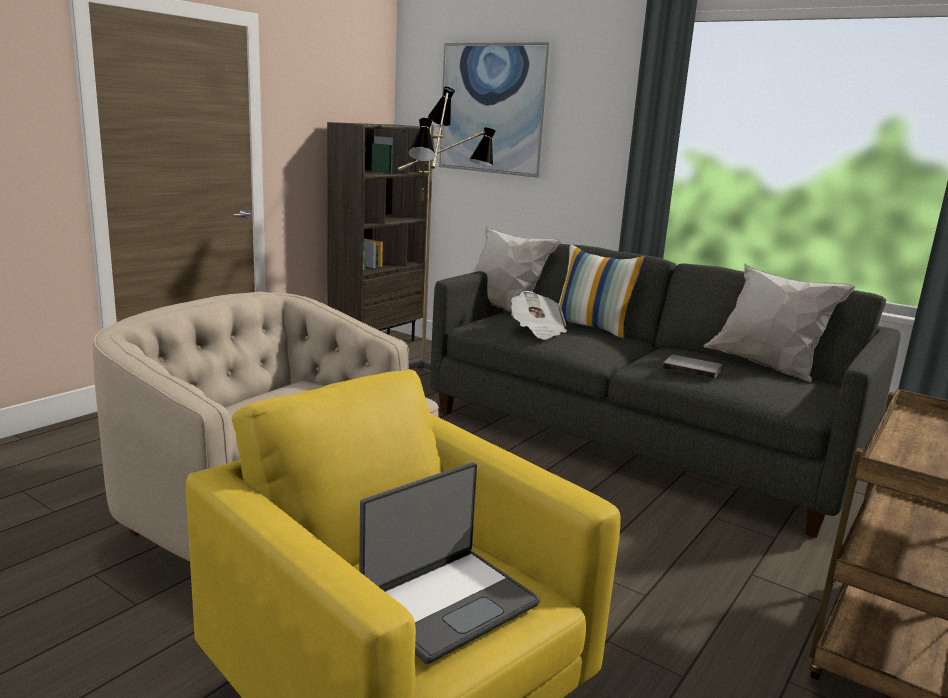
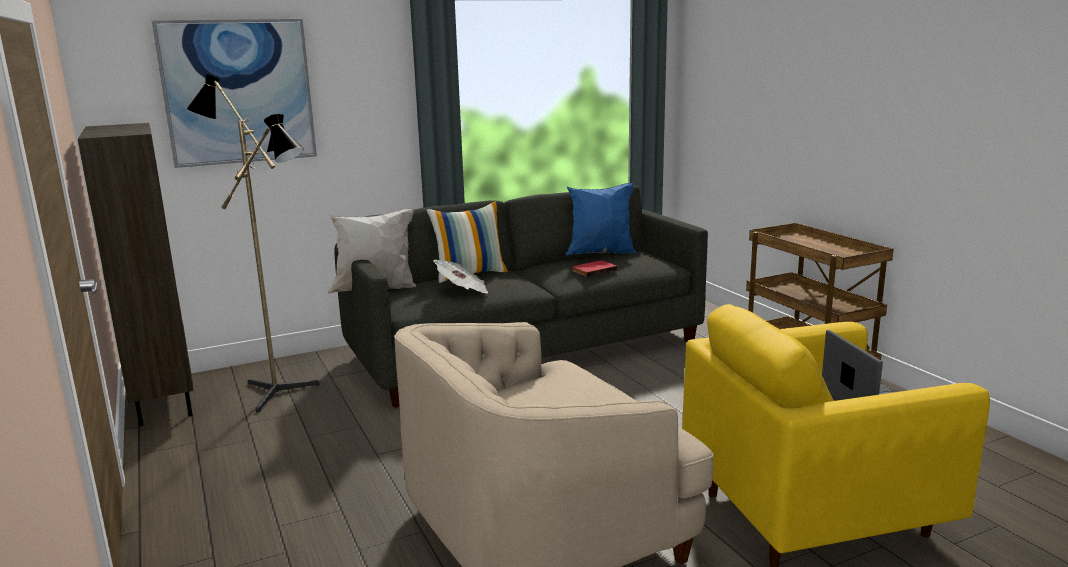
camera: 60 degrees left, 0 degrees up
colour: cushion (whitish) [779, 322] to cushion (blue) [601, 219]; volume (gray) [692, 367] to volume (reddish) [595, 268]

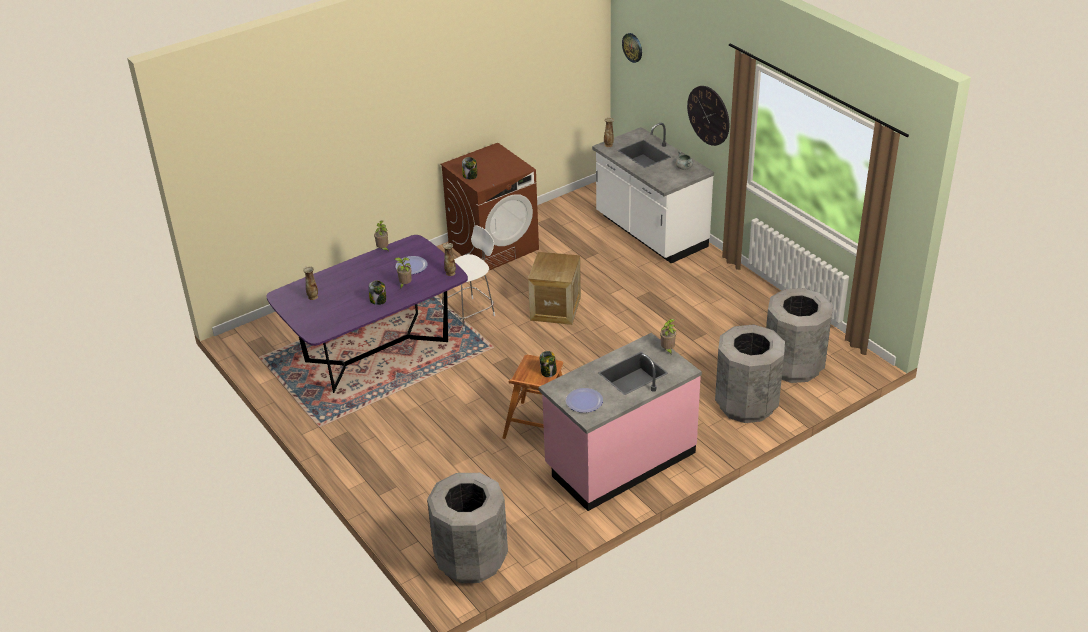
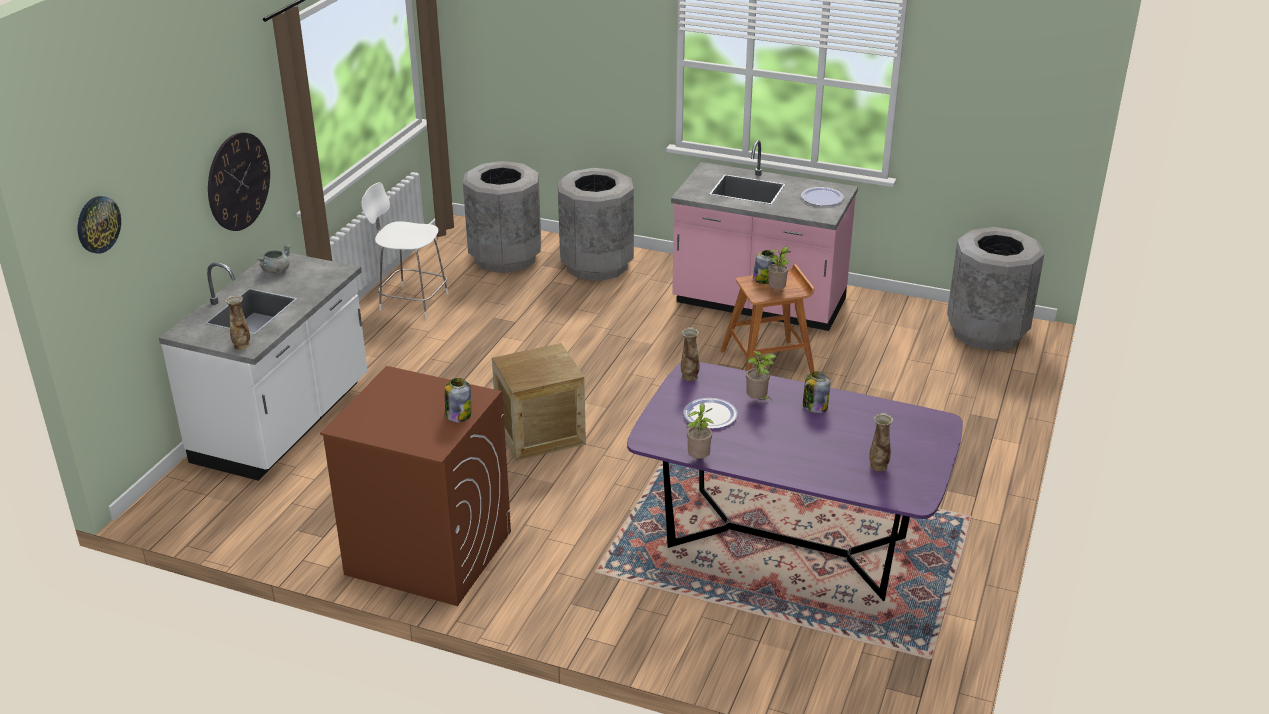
camera: 125 degrees left, 5 degrees down
relocated: plain chair (whitish) [468, 278] to [405, 250]; plant in a pot [668, 336] to [779, 268]

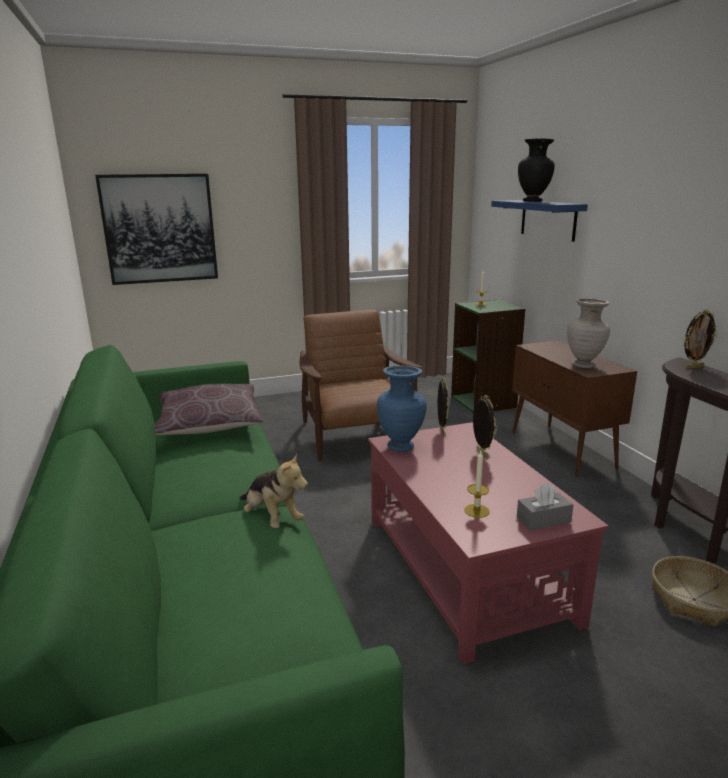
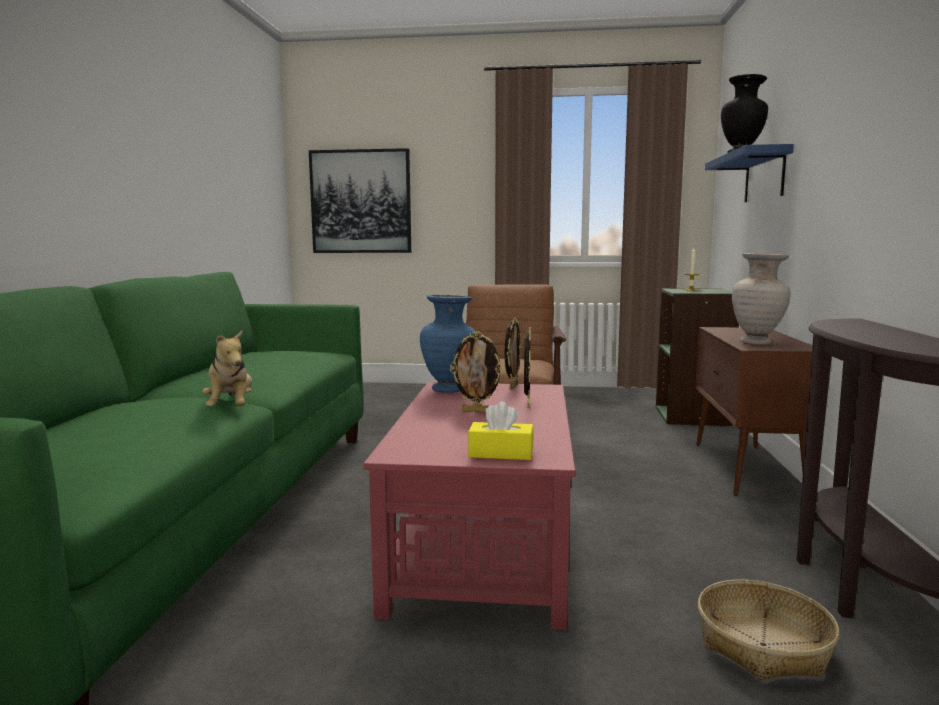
camera: 25 degrees right, 10 degrees down
missing: cushion (brown) [208, 409]; wax candle [477, 484]
relocated: photo frame [700, 339] to [476, 371]
colour: tissue box (gray) [545, 507] to tissue box (yellow-coloured) [501, 430]

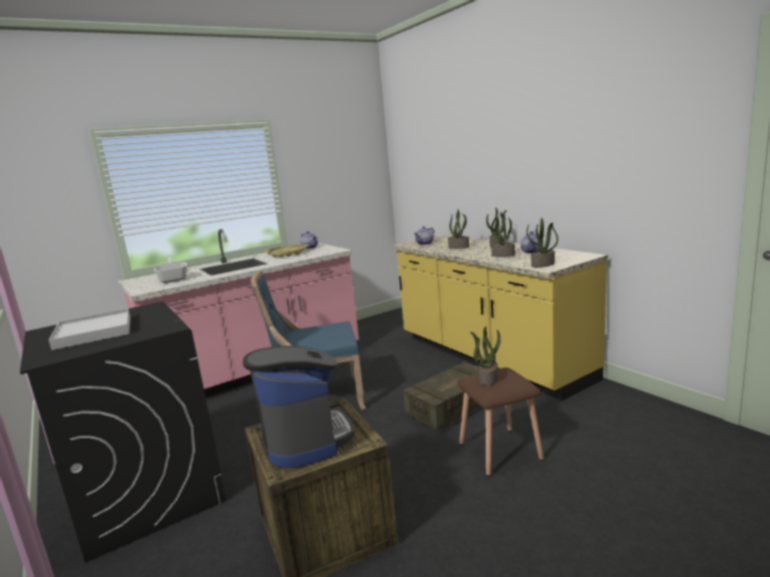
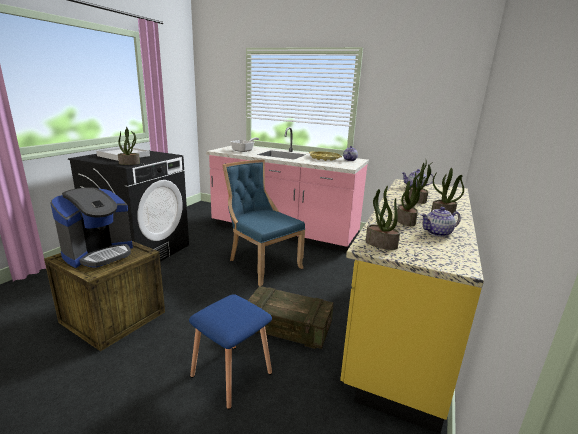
camera: 55 degrees right, 5 degrees up
relocated: plant in a pot [485, 356] to [129, 146]
colour: sitting stool (brown) [500, 422] to sitting stool (blue) [230, 351]

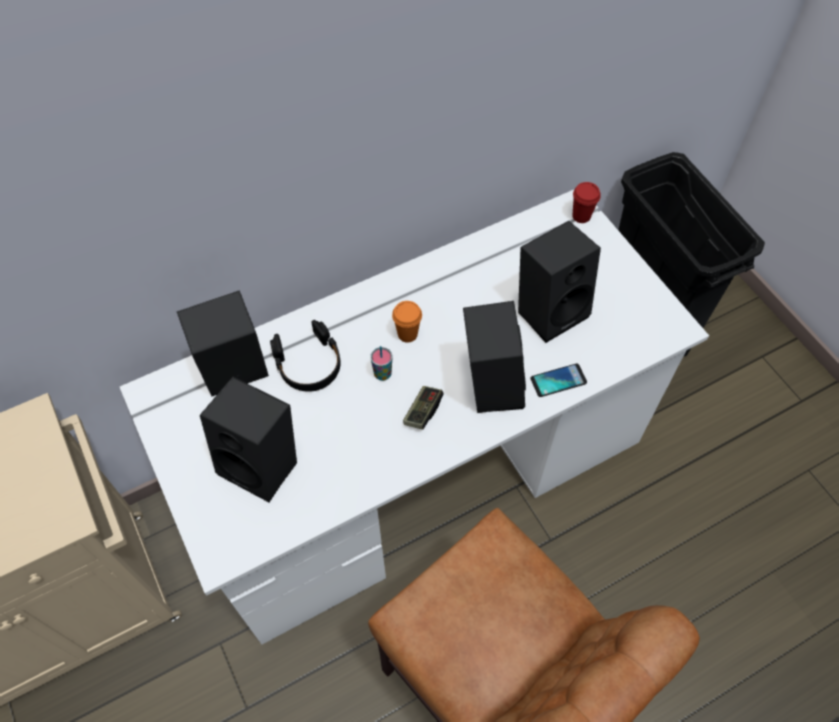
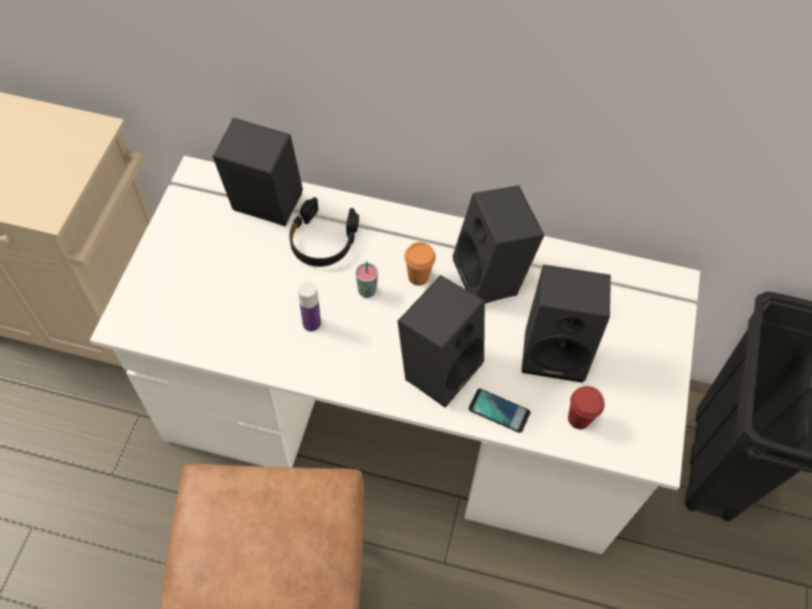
camera: 40 degrees right, 0 degrees up
missing: game controller [423, 408]
appeared: drink bottle [309, 306]
relocated: speaker (black) [248, 439] to [498, 244]; cup (reddish) [586, 202] to [586, 407]

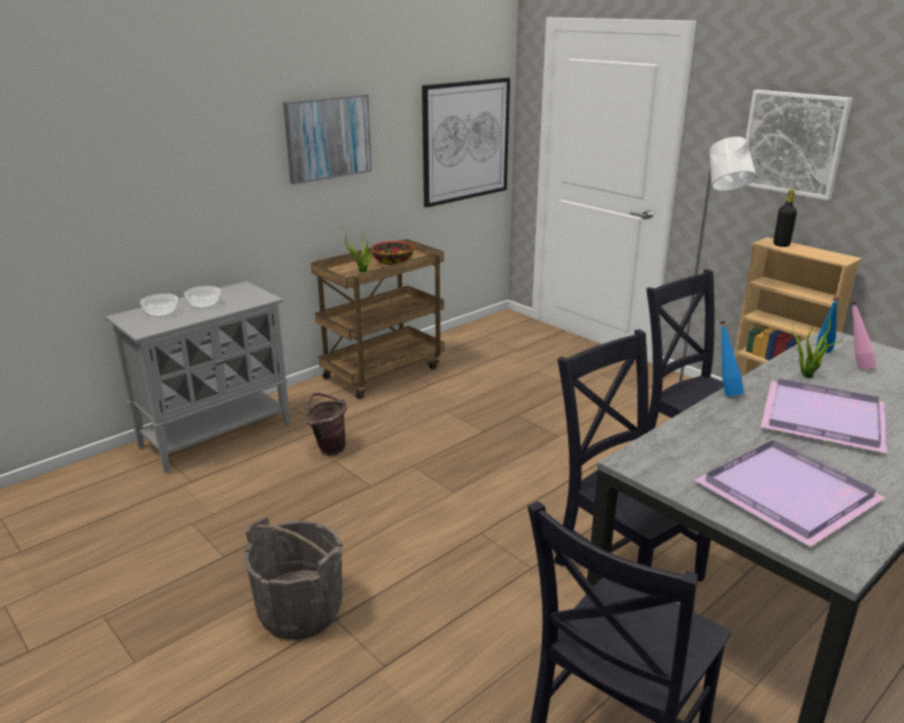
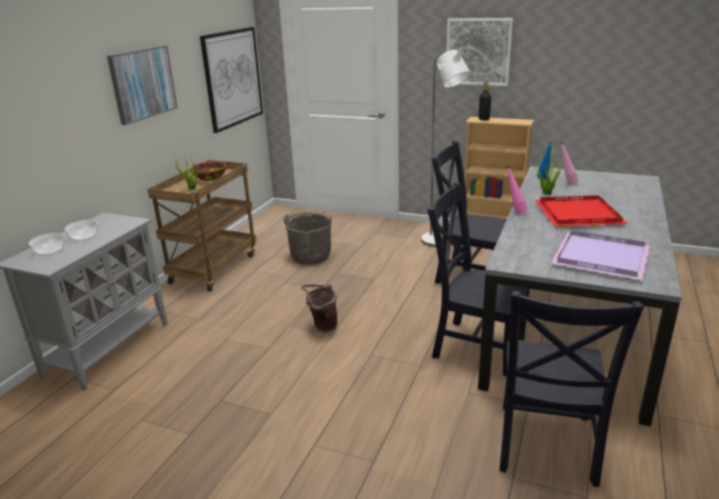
camera: 25 degrees left, 0 degrees up
relocated: pail (gray) [293, 578] to [307, 238]; pail (brown) [326, 424] to [319, 308]
colour: drink bottle (blue) [732, 358] to drink bottle (pink-coloured) [517, 189]; tray (purplish) [824, 416] to tray (reddish) [581, 211]

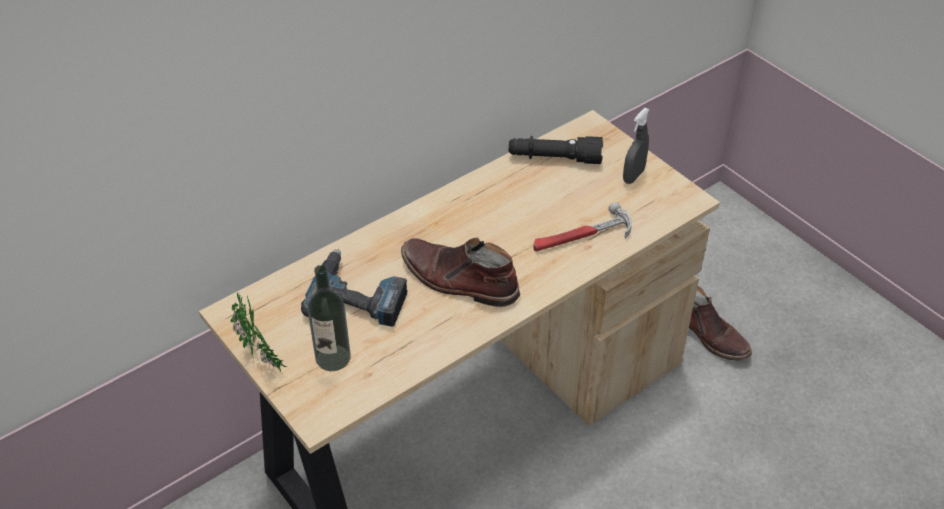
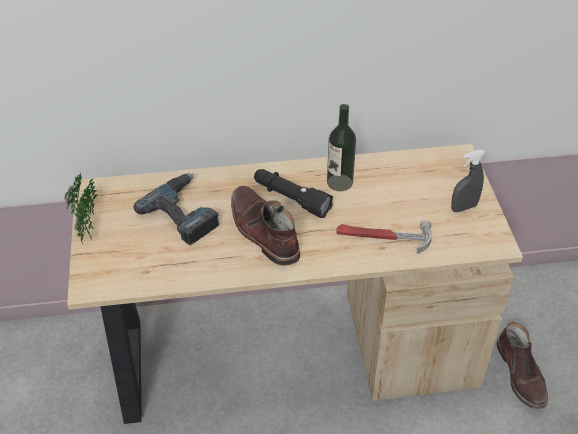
camera: 30 degrees right, 0 degrees up
relocated: torch (black) [556, 150] to [293, 193]; drink bottle [329, 318] to [341, 147]

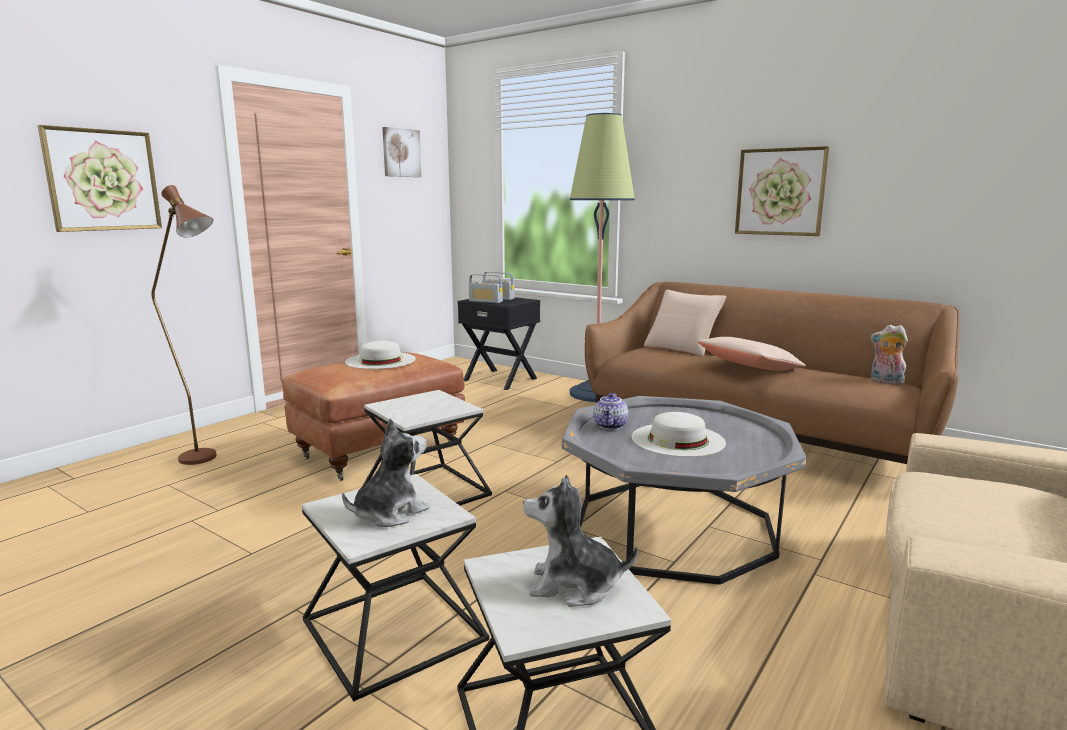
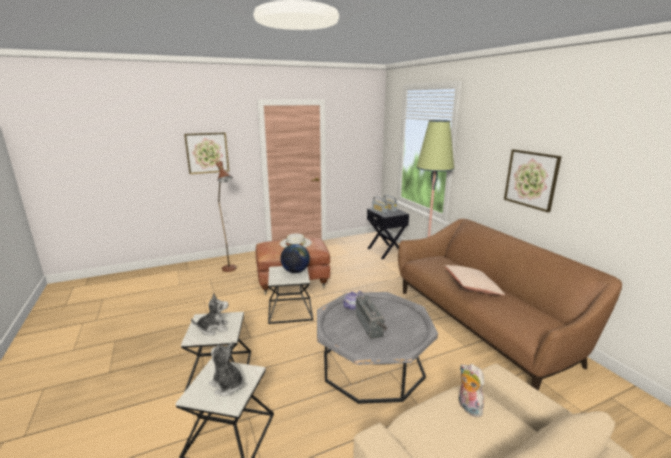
camera: 30 degrees right, 5 degrees up
missing: picture [401, 152]; cushion (sand-coloured) [685, 323]
appeared: world globe [295, 258]
relocated: cuddly toy [889, 355] to [471, 390]
exchanged: wearable hat (whitish) [678, 434] to radio set [372, 317]

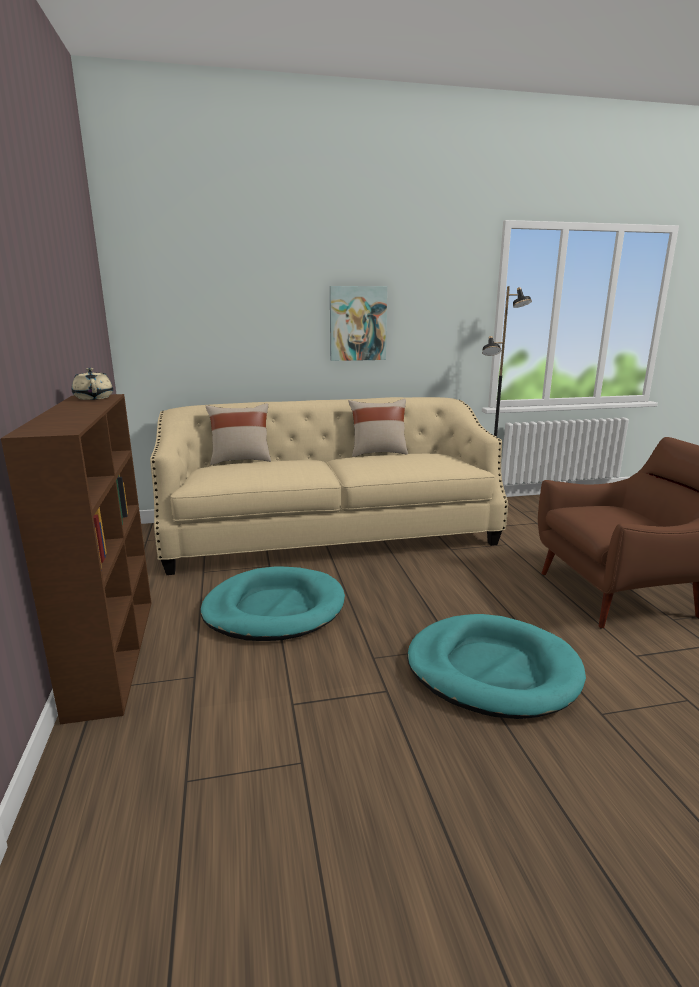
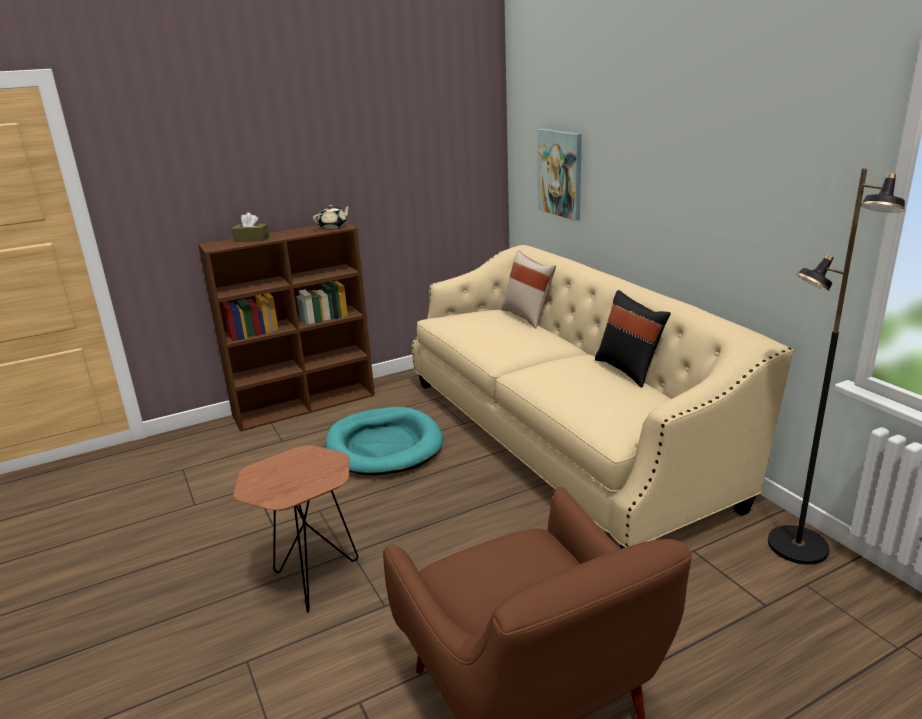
camera: 75 degrees right, 5 degrees up
appeared: tissue box (brown) [250, 227]
relocated: picture [358, 323] to [560, 175]
exchanged: pet bed (blue-green) [496, 666] to side table (brown) [295, 529]
colour: cushion (sand-coloured) [378, 428] to cushion (black) [632, 339]

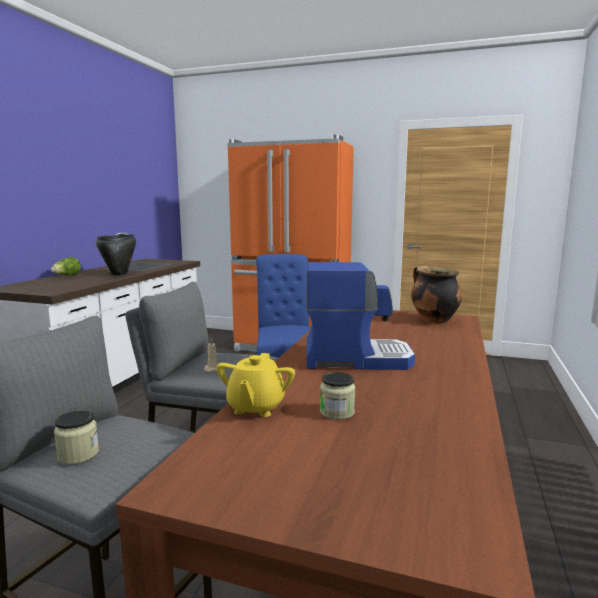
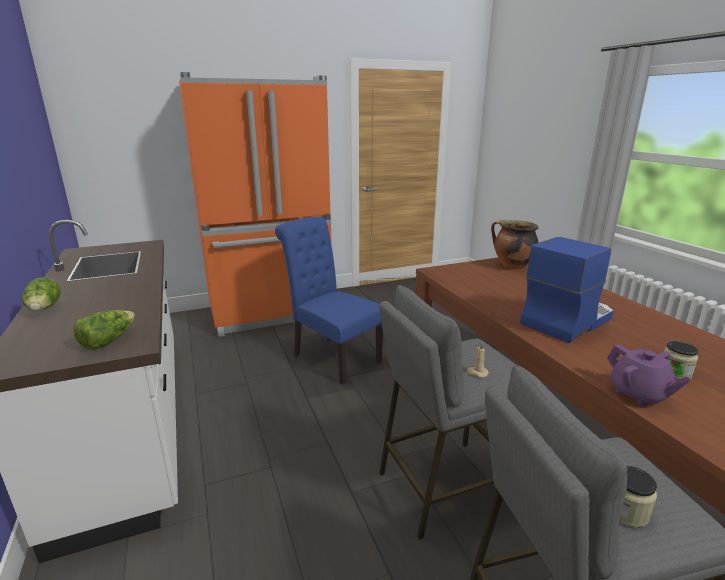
camera: 40 degrees left, 10 degrees up
missing: stockpot (black) [116, 254]
appeared: lettuce [104, 330]
colour: pot for tea (yellow-coloured) [255, 385] to pot for tea (purplish) [649, 375]

